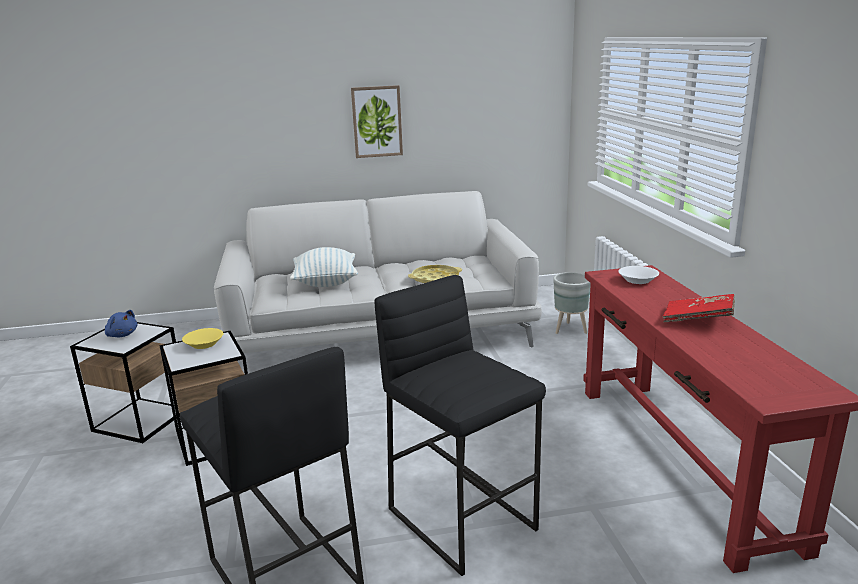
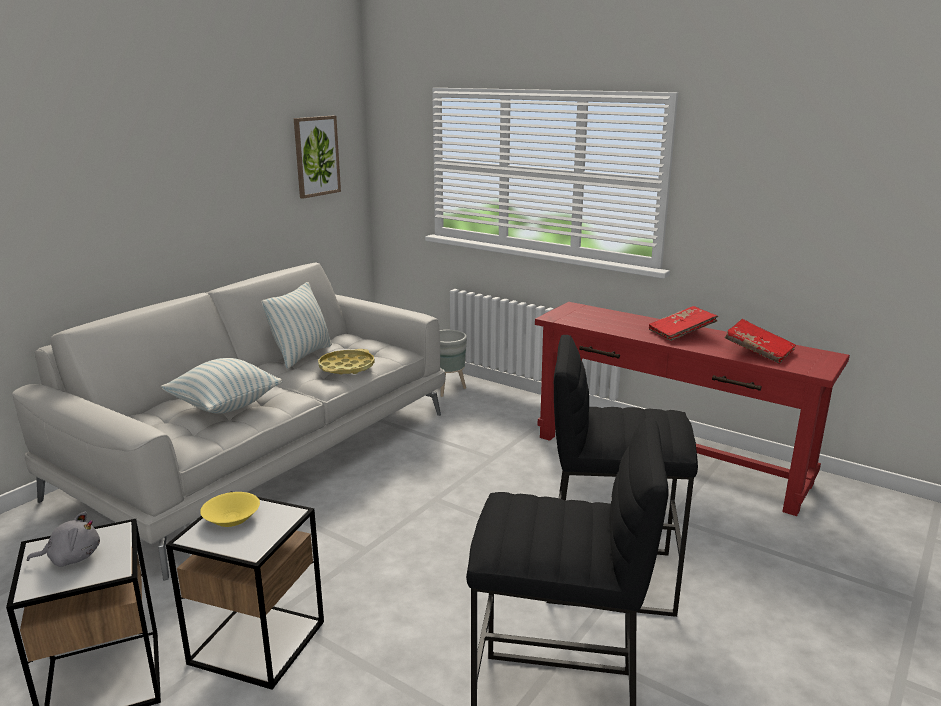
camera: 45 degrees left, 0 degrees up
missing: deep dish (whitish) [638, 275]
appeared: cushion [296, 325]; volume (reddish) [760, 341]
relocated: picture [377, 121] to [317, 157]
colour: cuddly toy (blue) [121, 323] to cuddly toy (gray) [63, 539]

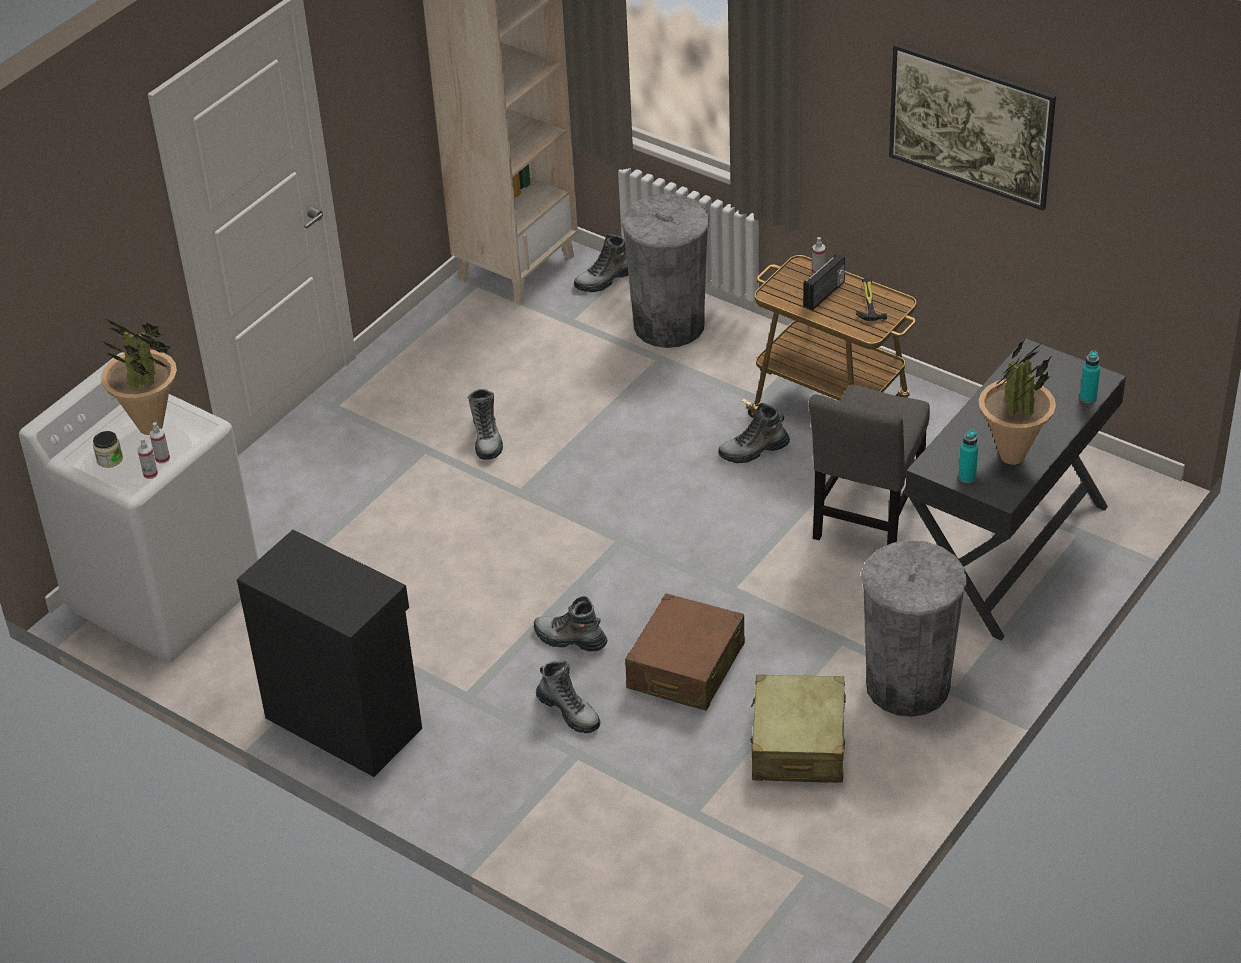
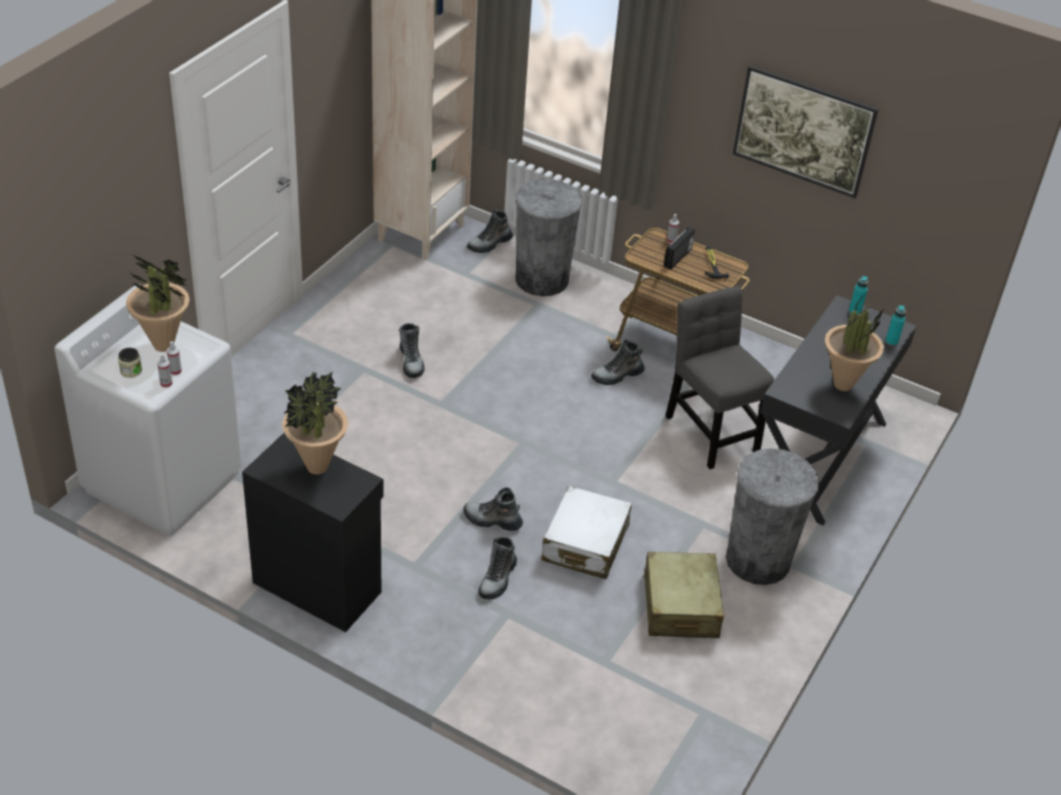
camera: 10 degrees left, 0 degrees up
appeared: plant in a pot [315, 423]
relocated: drink bottle (blue-green) [968, 456] to [858, 295]
colour: travel case (brown) [685, 652] to travel case (whitish) [587, 532]
spun: boot [568, 696] = [497, 567] 75 degrees clockwise; plain chair (gray) [869, 464] = [719, 377] 135 degrees clockwise

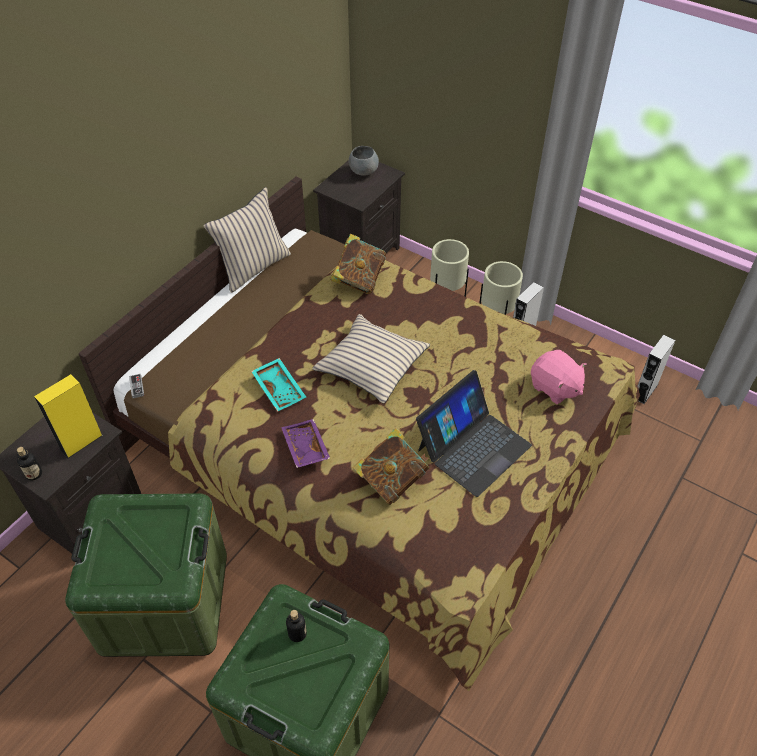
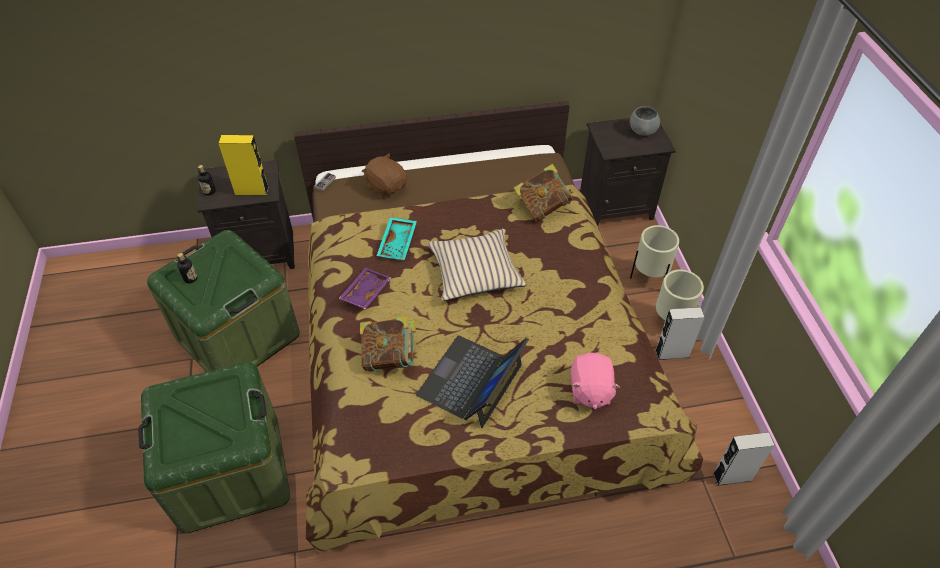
camera: 45 degrees right, 0 degrees up
missing: cushion (sand-coloured) [247, 240]
appeared: cuddly toy (brown) [384, 176]
relocated: drink bottle [296, 626] to [187, 268]
spun: notebook computer [474, 433] = [472, 382] 120 degrees clockwise

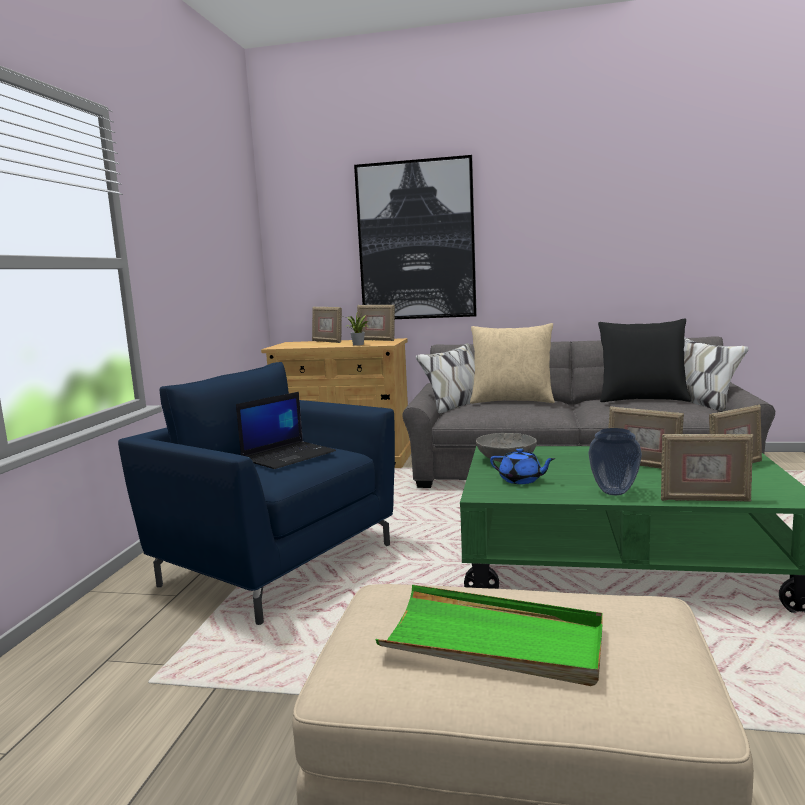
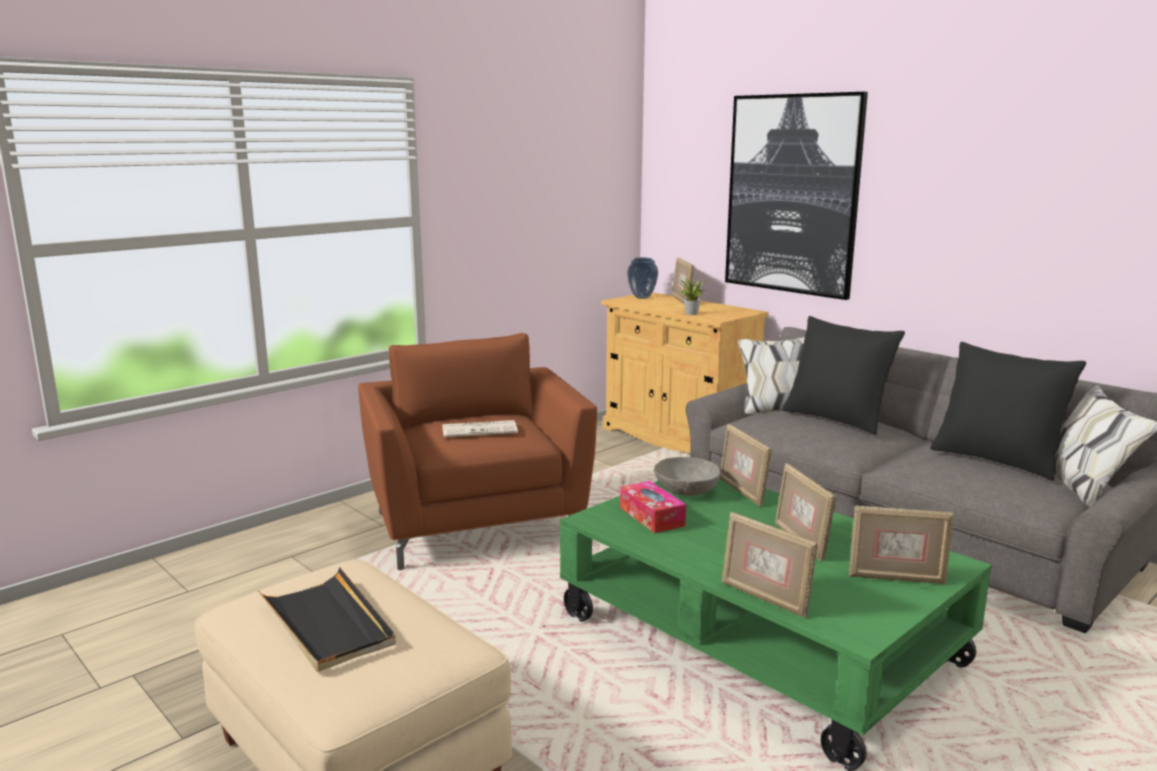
camera: 35 degrees right, 5 degrees up
relocated: vase [615, 461] to [642, 278]; photo frame [376, 323] to [746, 465]
exchanged: notebook computer [286, 430] to printed paper [480, 428]; pot for tea (blue) [523, 466] to tissue box [653, 507]
colour: tray (greenish) [489, 635] to tray (black) [327, 619]; easy chair (blue) [256, 493] to easy chair (brown) [477, 451]; cushion (sand-coloured) [512, 363] to cushion (black) [843, 375]

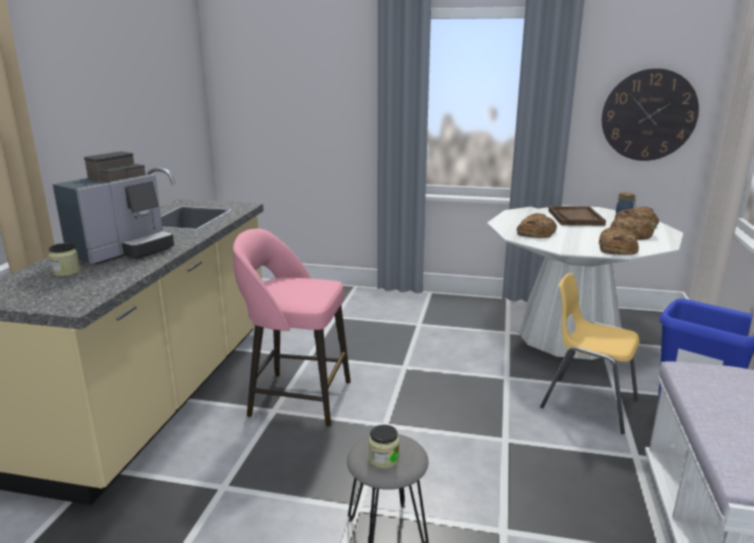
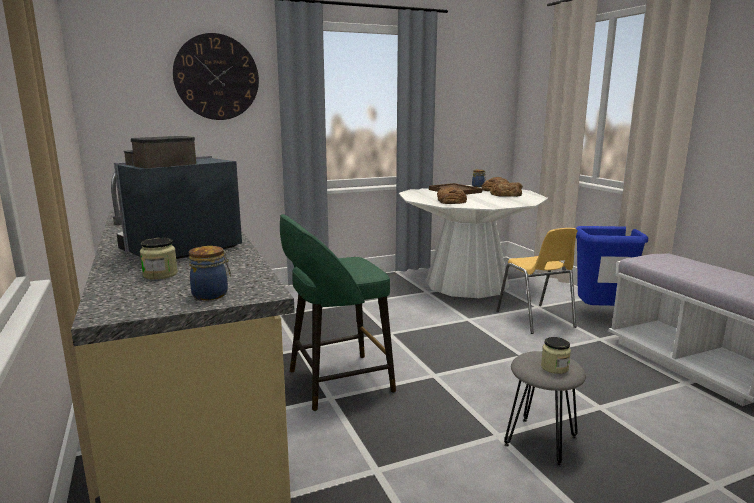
camera: 35 degrees left, 5 degrees down
missing: bread [619, 241]
appeared: jar [210, 273]
relocated: hanging clock [650, 114] to [216, 76]
colour: sitting stool (pink-coloured) [292, 328] to sitting stool (greenish) [338, 312]
spun: coffee maker [113, 208] = [178, 197] 135 degrees counterclockwise; plain chair (yellow-coloured) [590, 353] = [537, 281] 105 degrees counterclockwise

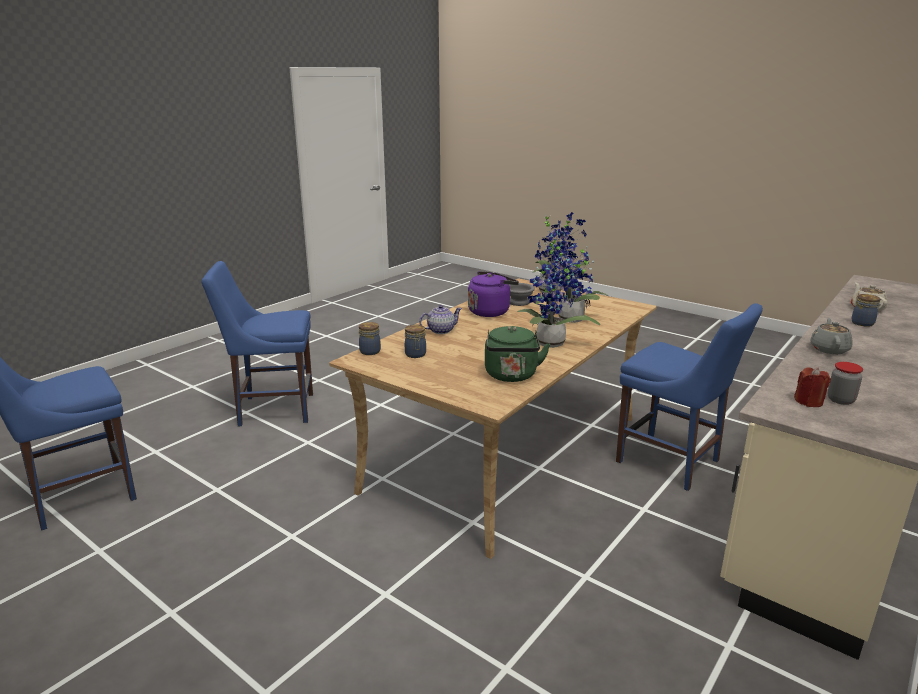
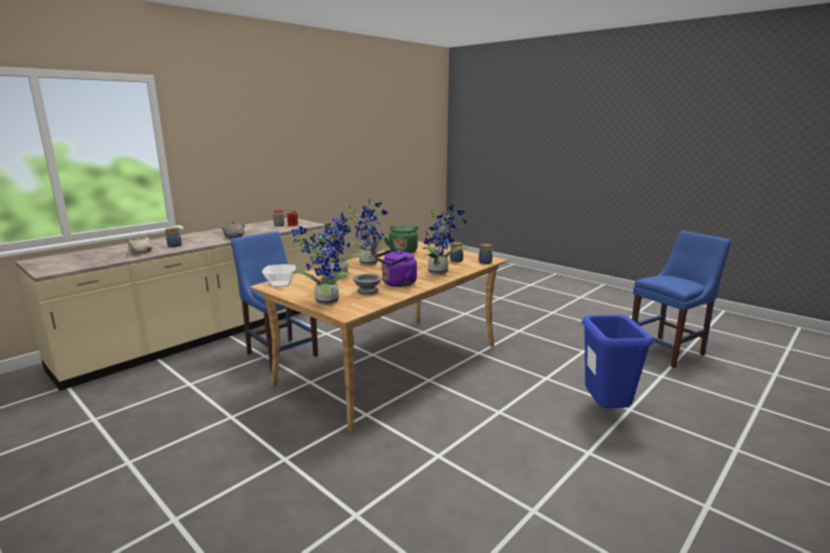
camera: 175 degrees left, 5 degrees down
appeared: deep dish [279, 275]
exchanged: pot for tea [440, 319] to plant in a pot [445, 240]; plain chair (blue) [257, 343] to waste bin (blue) [618, 361]

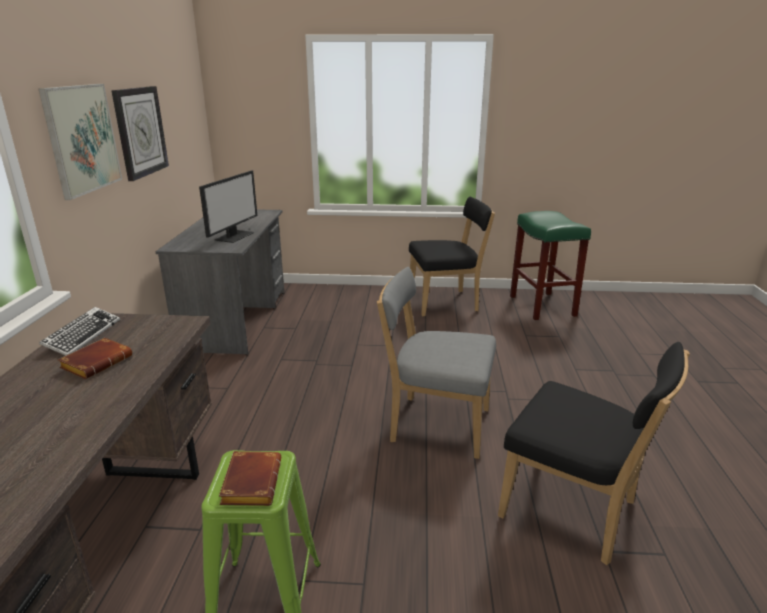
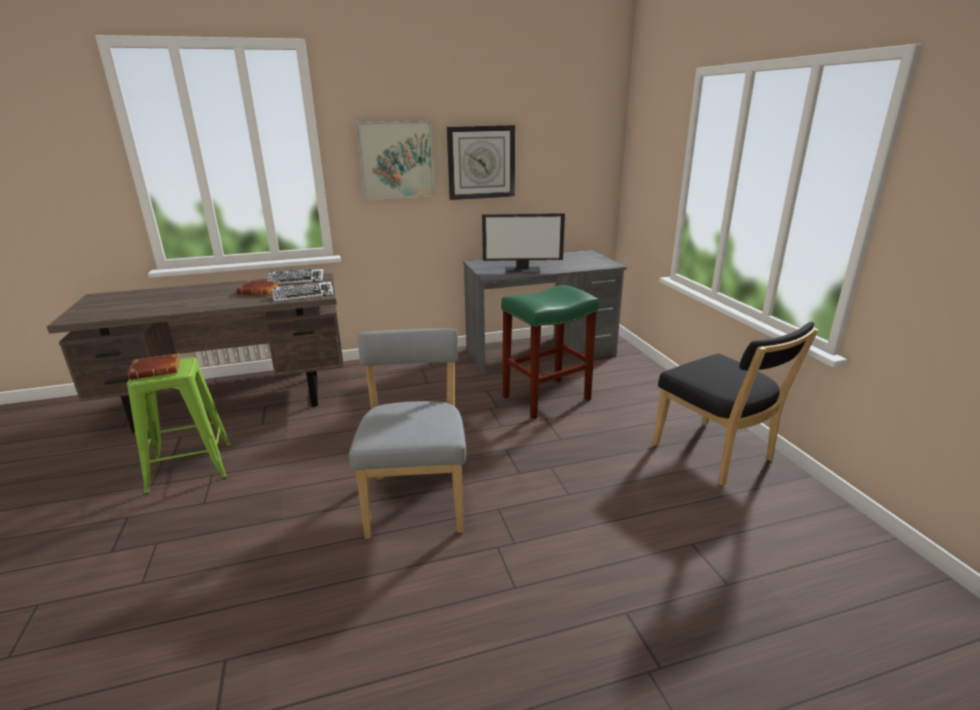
camera: 70 degrees right, 0 degrees up
missing: plain chair (black) [594, 453]
appeared: PC keyboard [303, 291]
relocated: sitting stool (greenish) [550, 265] to [550, 352]

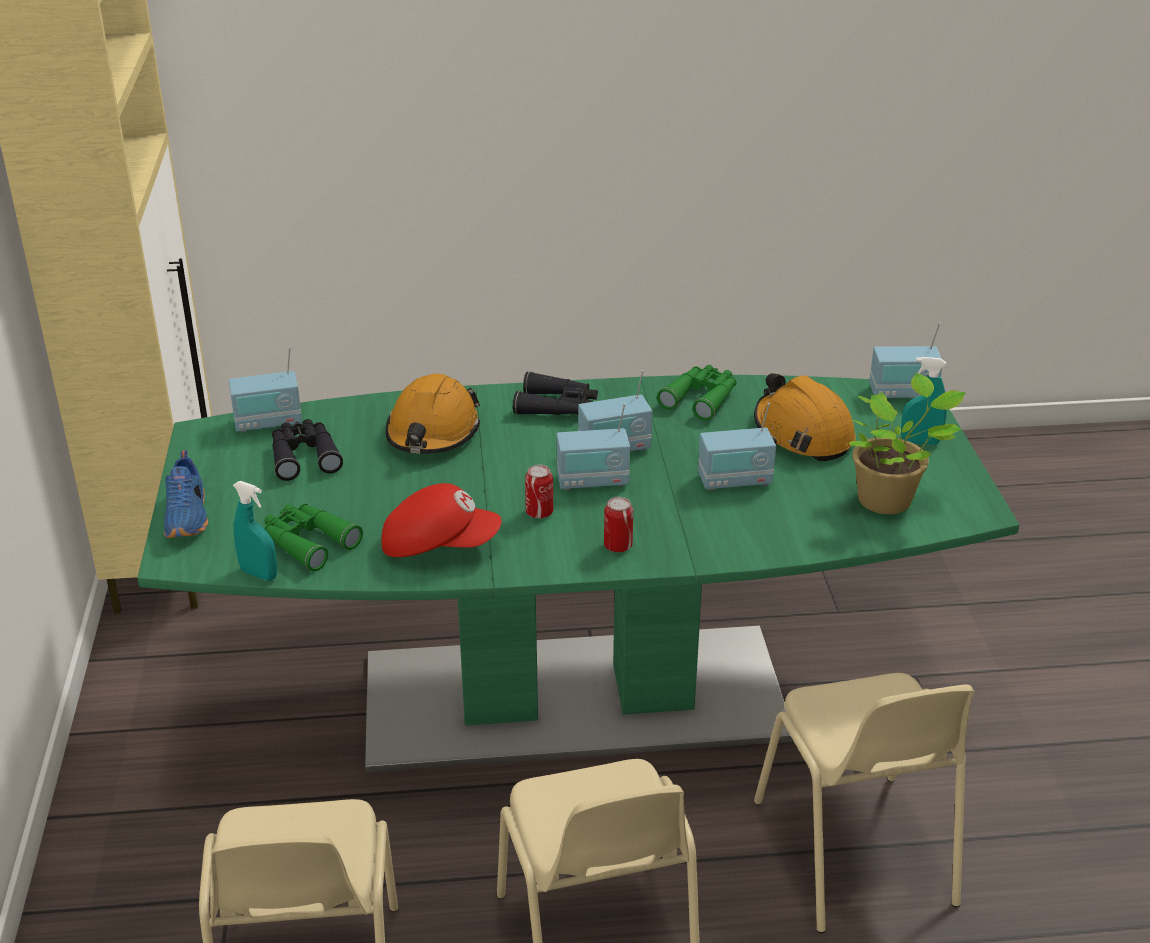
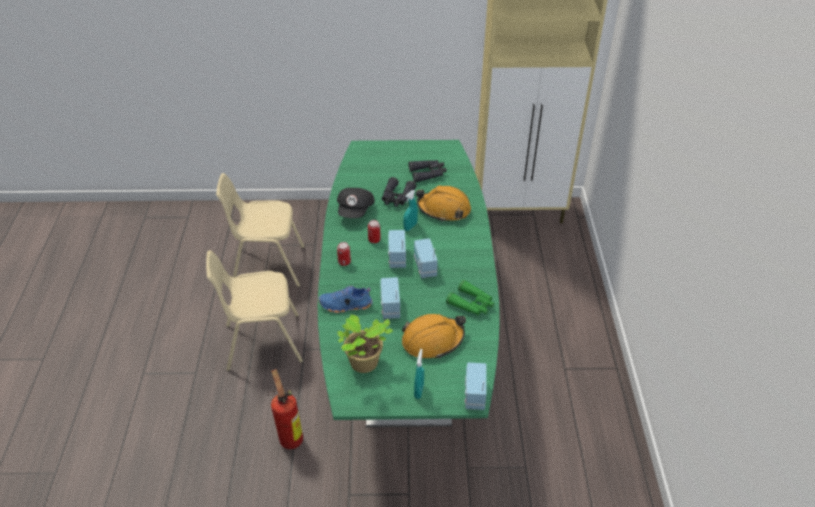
camera: 95 degrees right, 10 degrees up
missing: radio set [265, 390]; field glasses (greenish) [313, 537]
relocated: item of footwear (blue) [186, 494] to [345, 299]; field glasses (black) [555, 393] to [399, 192]; spray bottle (blue-green) [255, 531] to [410, 210]
exchanged: plain chair (sand-coloured) [864, 803] to fire-fighting cylinder [285, 409]
colour: baseball cap (reddish) [441, 520] to baseball cap (black) [356, 203]

